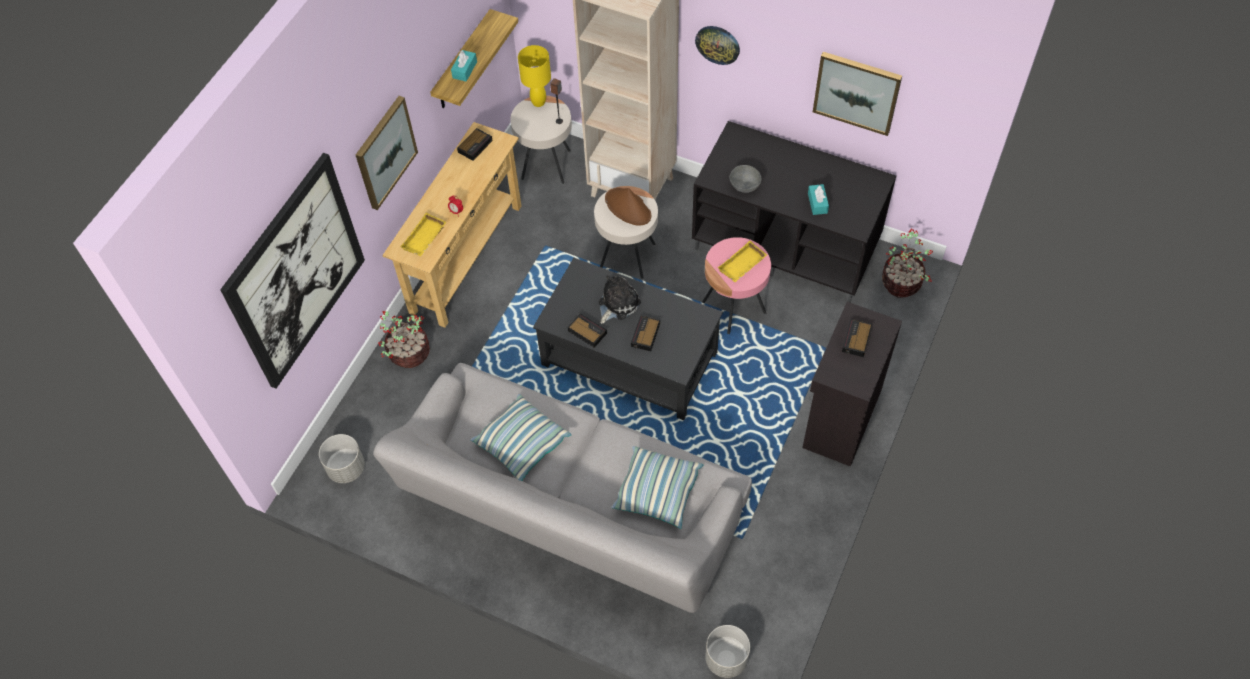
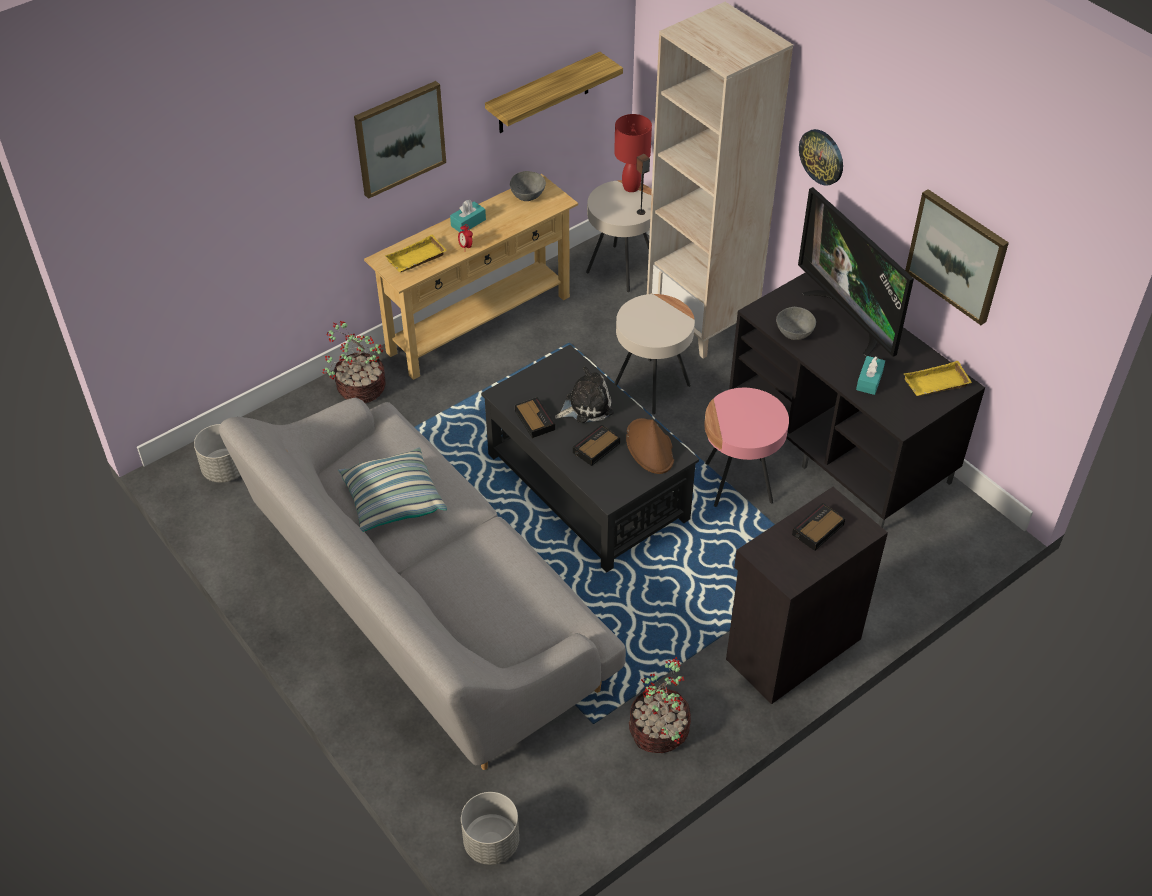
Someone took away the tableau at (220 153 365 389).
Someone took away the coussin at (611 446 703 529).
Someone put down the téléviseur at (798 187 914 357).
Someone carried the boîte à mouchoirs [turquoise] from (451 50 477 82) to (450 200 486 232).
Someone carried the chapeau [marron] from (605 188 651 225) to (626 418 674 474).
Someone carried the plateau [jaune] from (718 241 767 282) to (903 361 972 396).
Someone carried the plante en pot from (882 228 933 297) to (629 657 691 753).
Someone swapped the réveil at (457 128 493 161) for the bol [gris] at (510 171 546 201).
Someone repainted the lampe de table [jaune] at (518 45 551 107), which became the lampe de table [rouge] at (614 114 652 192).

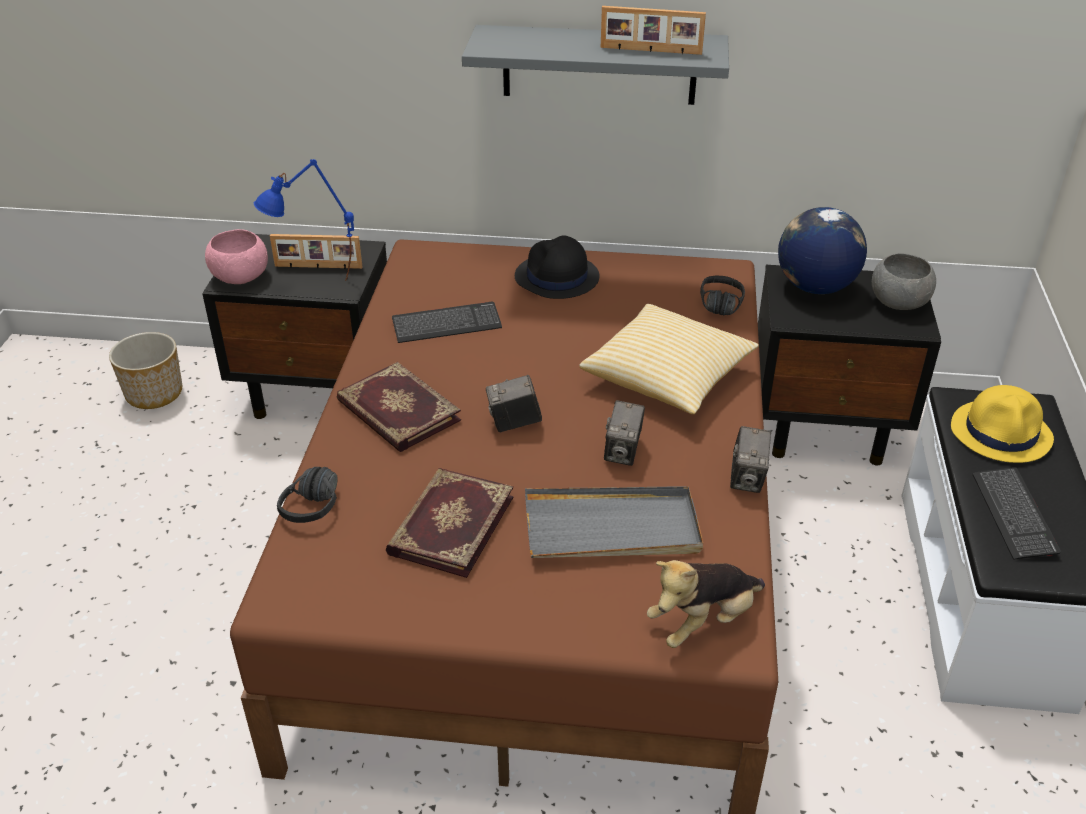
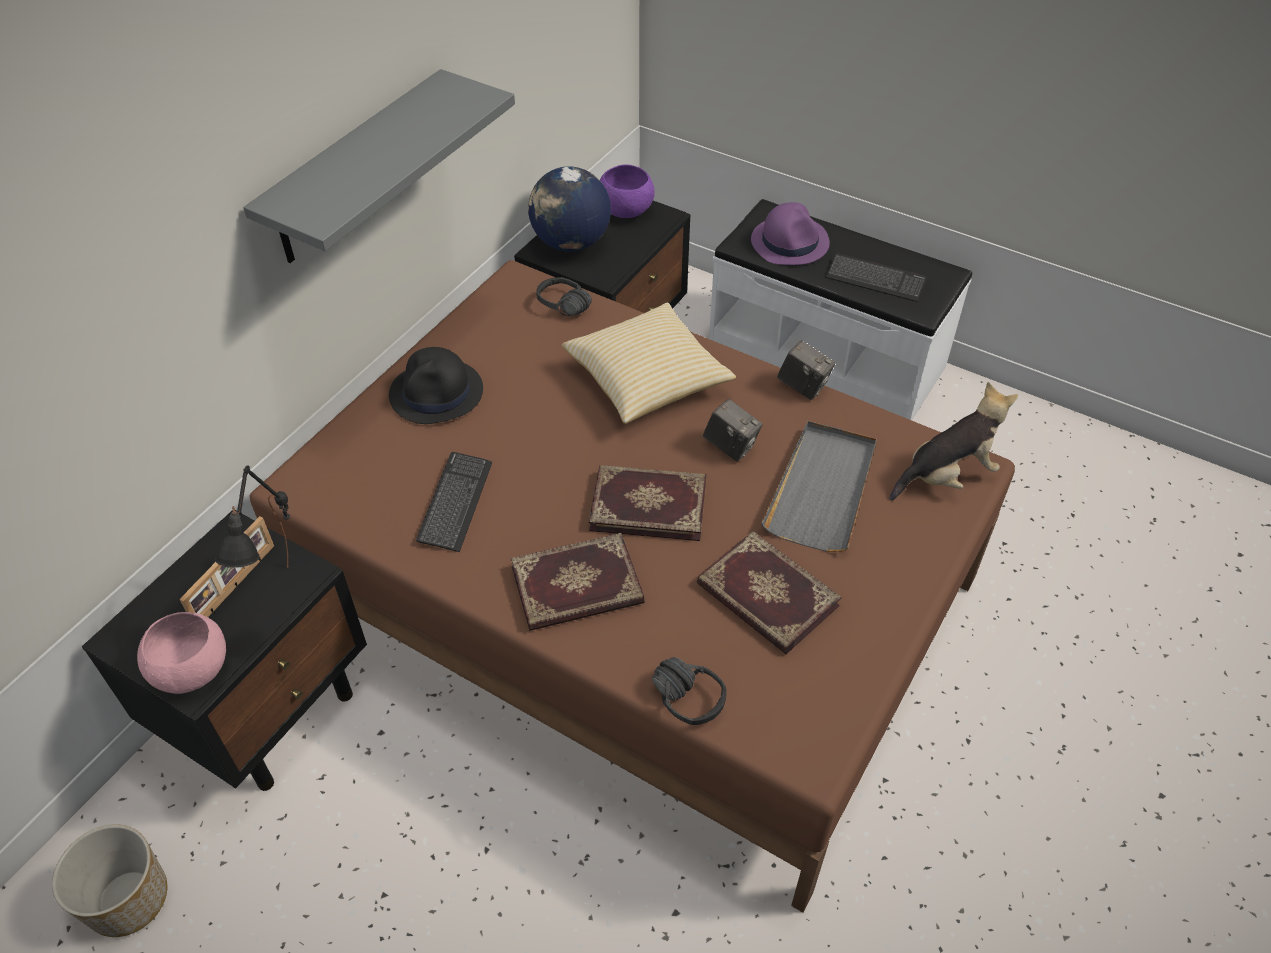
Someone took away the cadre photo at (601 6 706 55).
Someone swapped the appareil photo at (486 375 542 432) for the livre at (589 465 706 541).
Someone repainted the lampe de table [bleu] at (254 159 354 281), which became the lampe de table [noir] at (215 465 290 568).
Someone repainted the bol [gris] at (872 253 936 310), which became the bol [violet] at (600 164 654 218).
Someone repainted the chapeau [jaune] at (951 385 1054 463), which became the chapeau [violet] at (751 202 830 265).
Someone rotated the peluche at (647 560 765 648) by 105 degrees counterclockwise.

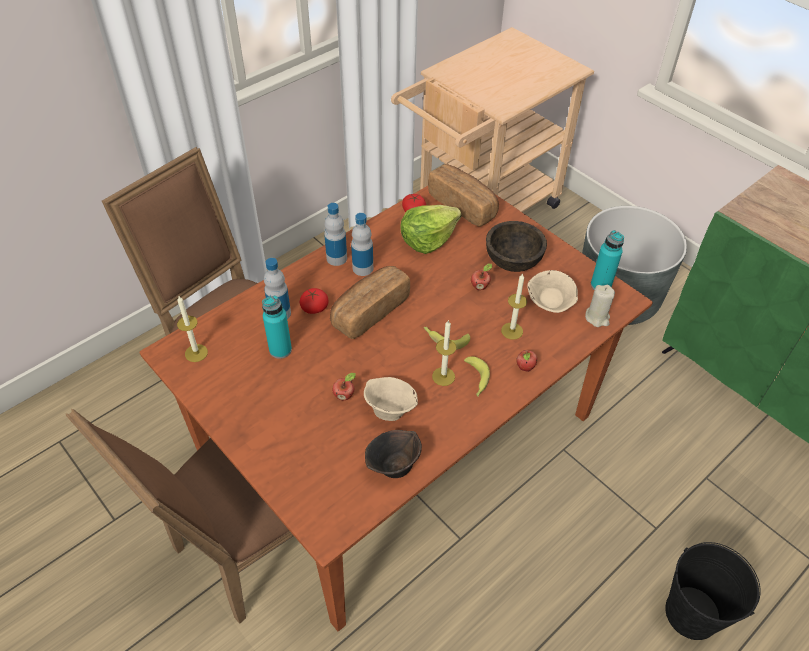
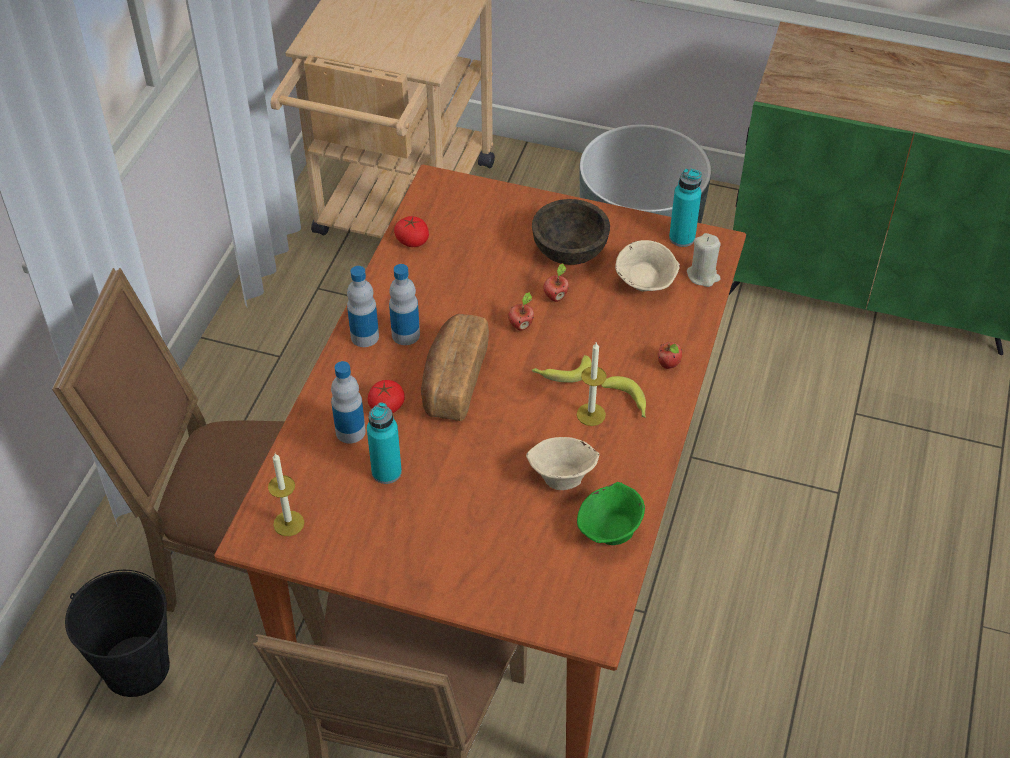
Someone took away the laitue at (401 205 461 254).
Someone took away the pain at (428 164 499 227).
Someone took away the bougie at (501 273 527 340).
Someone carried the pomme from (332 373 356 400) to (508 292 534 331).
Someone carried the seau [noir] from (665 542 761 640) to (65 570 170 697).
Someone repainted the bol [marron] at (365 430 422 478), which became the bol [vert] at (577 482 645 545).

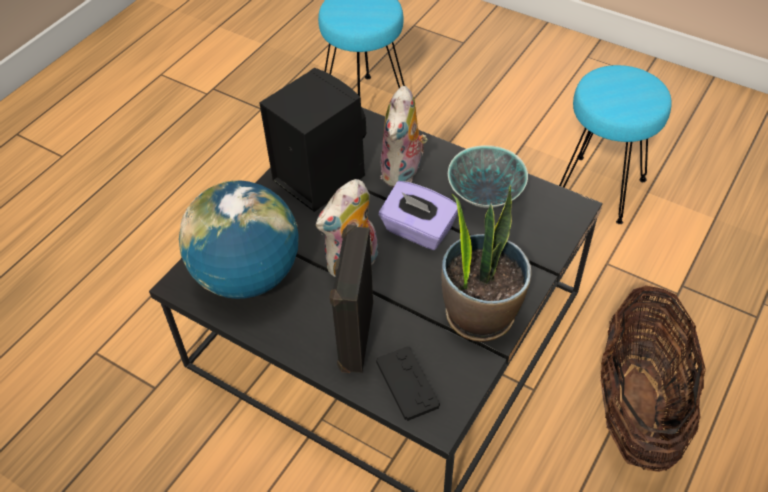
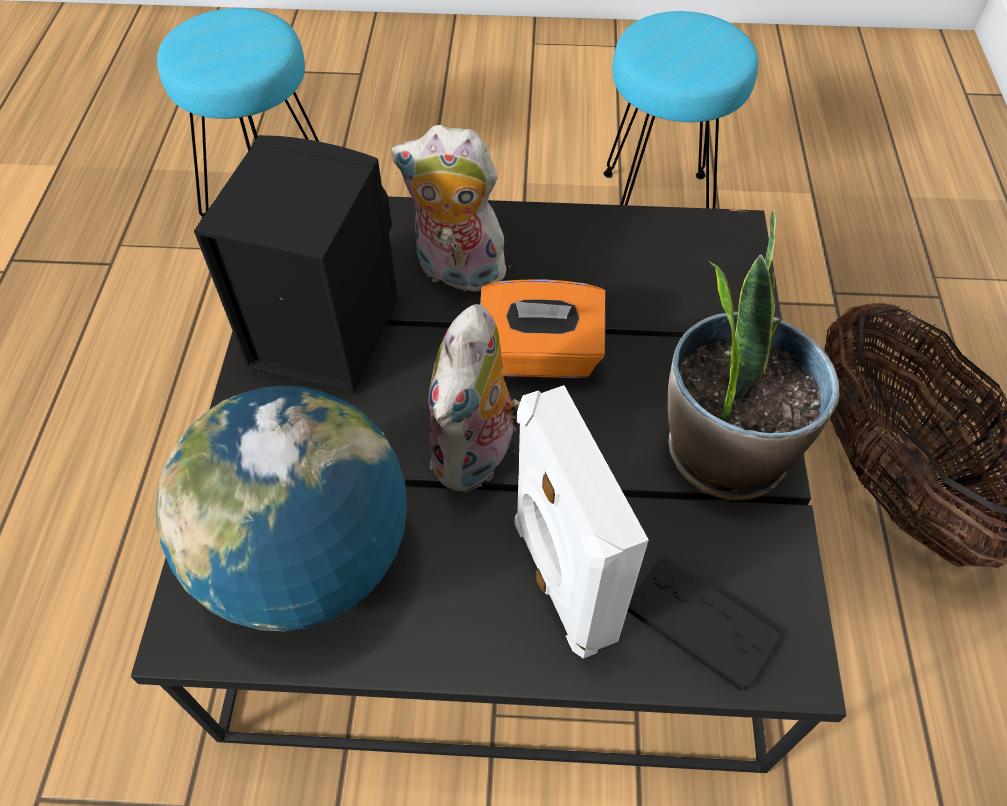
Someone took away the bol at (448 145 528 208).
Someone repainted the enceinte [noir] at (330 224 373 373), which became the enceinte [blanc] at (515 385 649 659).
Someone repainted the boîte à mouchoirs [violet] at (379 181 458 250), which became the boîte à mouchoirs [orange] at (480 279 605 378).
Someone rotated the peluche at (380 86 428 187) by 120 degrees clockwise.

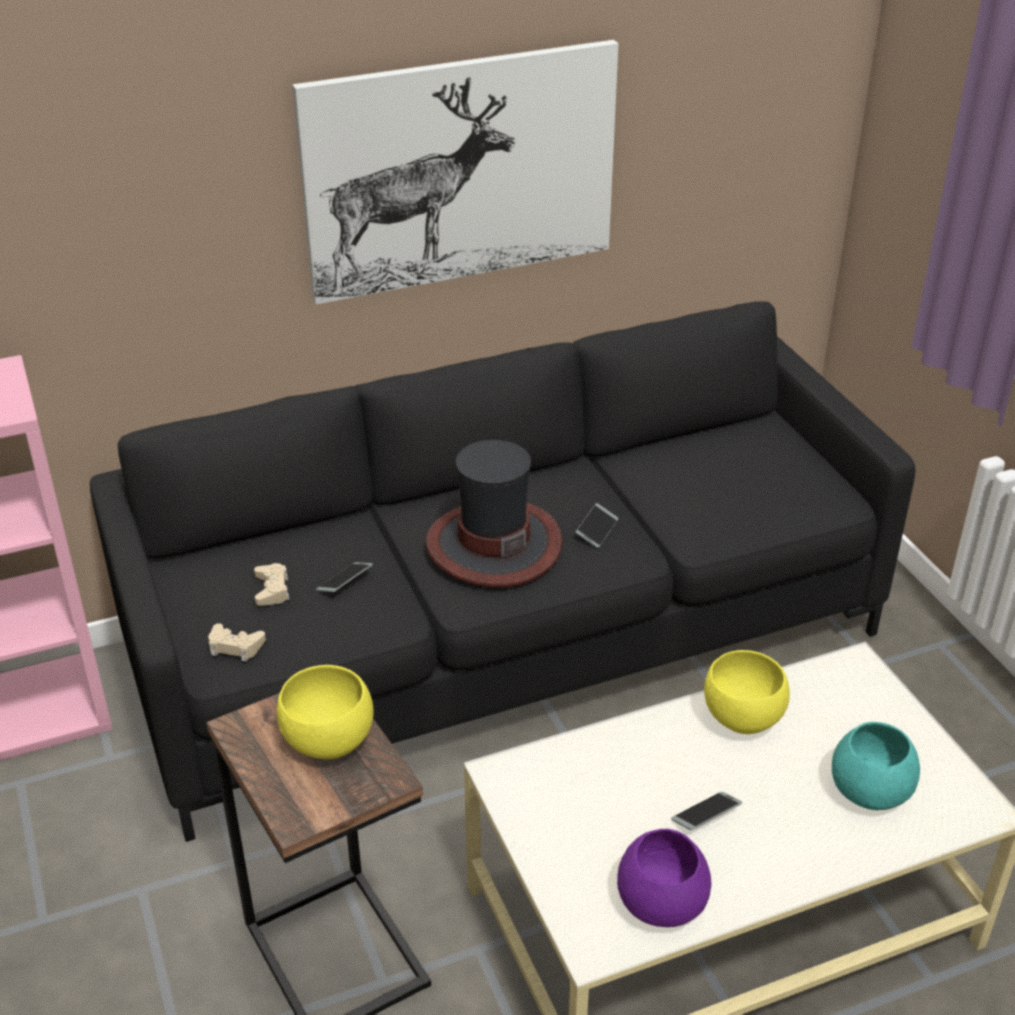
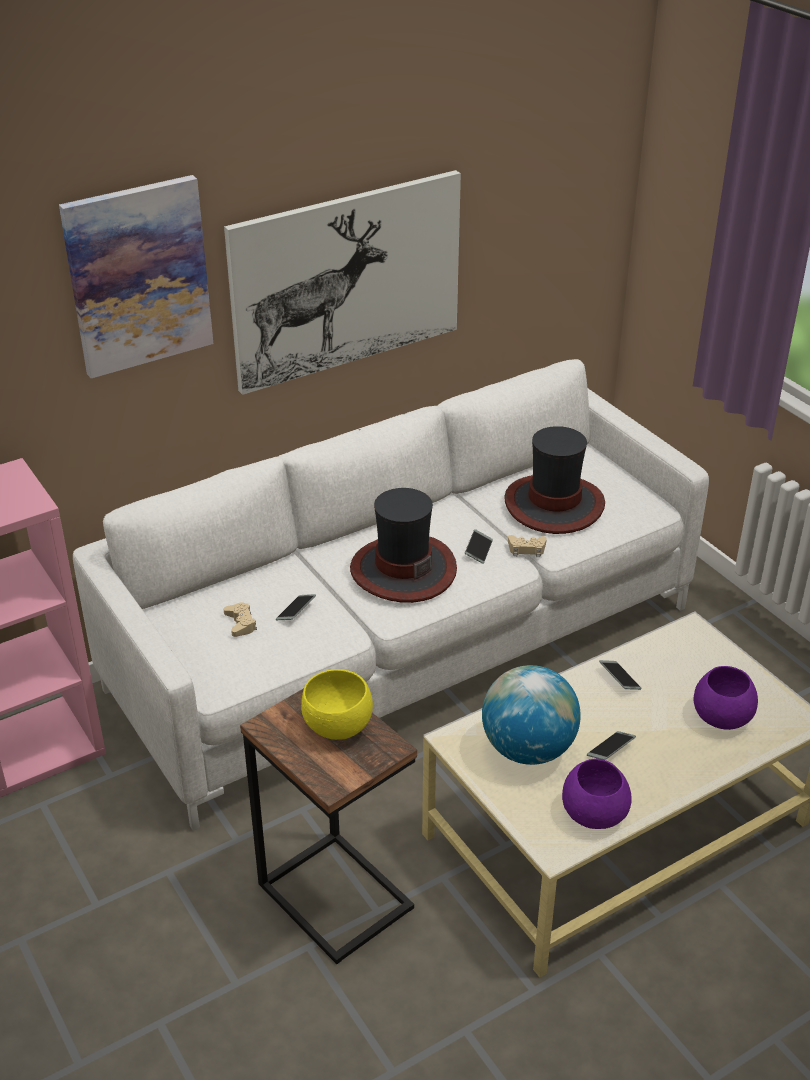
Someone put up the tableau at (59 175 214 379).
Someone put down the globe at (482 665 581 765).
Someone put down the chapeau at (504 426 605 534).
Someone carried the manette [beige] from (208 623 266 662) to (508 535 547 557).
Someone swapped the bol [jaune] at (704 650 790 734) for the téléphone at (599 660 642 690).
Someone repainted the canapé [noir] at (90 301 916 842), which became the canapé [blanc] at (73 359 709 831).
Someone repainted the bol [turquoise] at (832 722 920 810), which became the bol [violet] at (694 666 758 730).

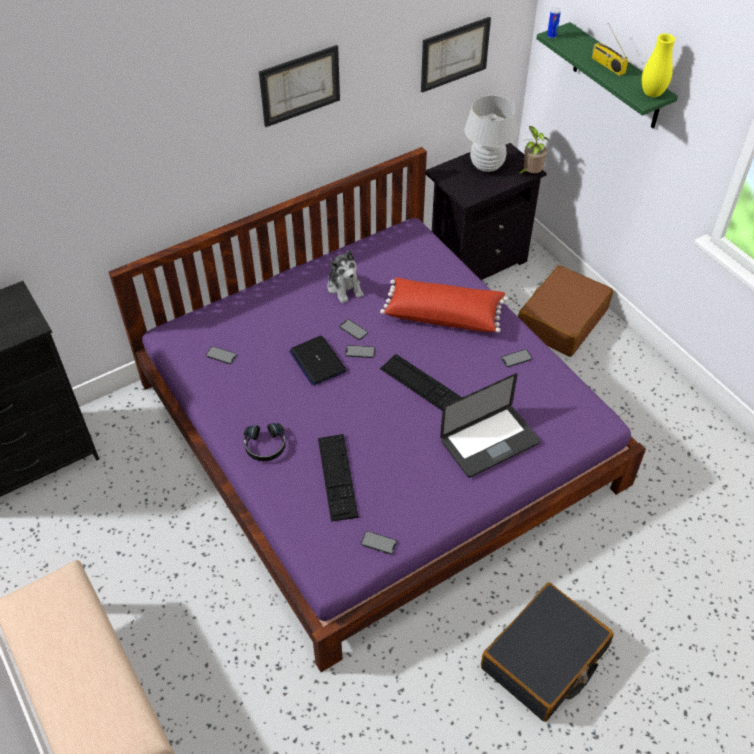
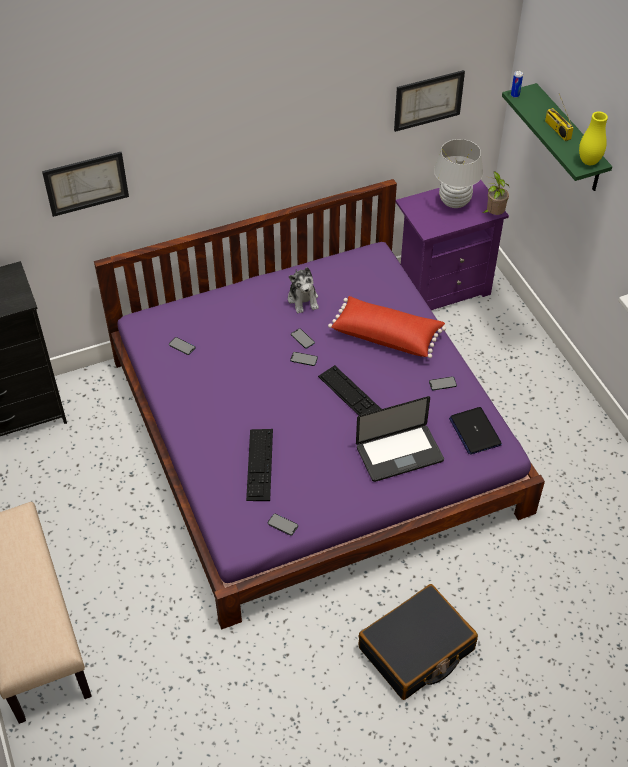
Someone took away the casque audio [noir] at (244 423 286 461).
Someone took away the valise [marron] at (518 265 613 357).
Someone carried the tableau from (259 45 340 127) to (42 152 129 217).
Someone carried the ordinateur portable from (289 336 347 385) to (449 407 502 454).
Someone repainted the table de chevet [noir] at (426 143 547 280), which became the table de chevet [violet] at (396 180 509 310).

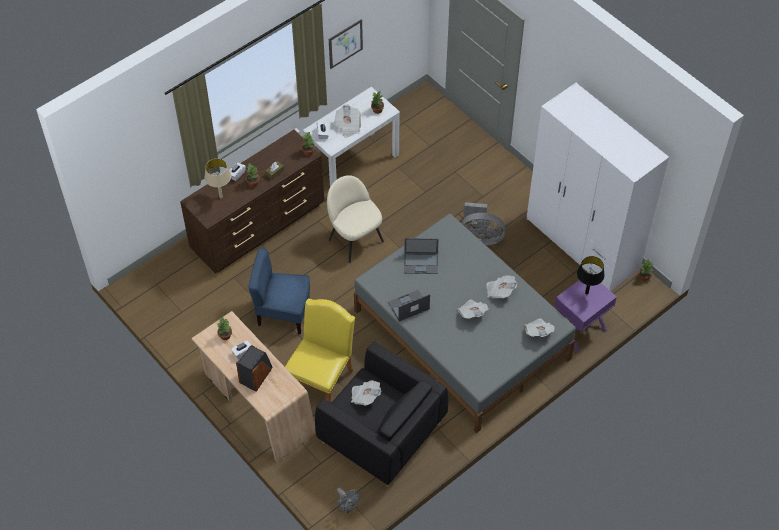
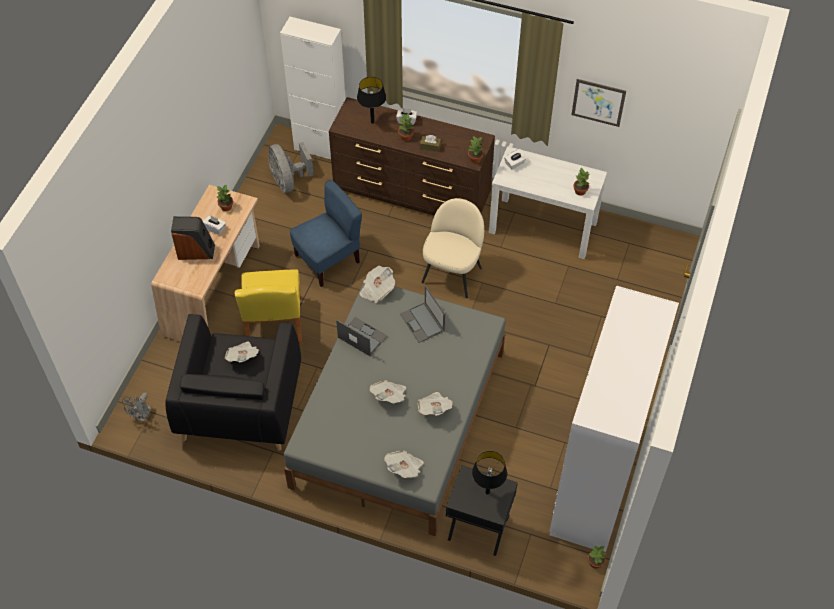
Someone put down the meuble de rangement [blanc] at (280 17 346 159).
Someone carried the journal from (334 105 361 138) to (359 266 395 303).
Someone carried the ventilateur [gris] from (461 202 506 245) to (268 142 314 193).
Someone repainted the lampe de table [beige] at (204 159 231 198), which became the lampe de table [noir] at (357 77 386 124).
Someone repainted the table de chevet [violet] at (554 280 617 353), which became the table de chevet [noir] at (446 465 518 556).
Someone rotated the chaise [bleu] at (248 247 310 334) by 75 degrees clockwise.
Someone rotated the chaise [jaune] at (285 298 355 403) by 90 degrees clockwise.

